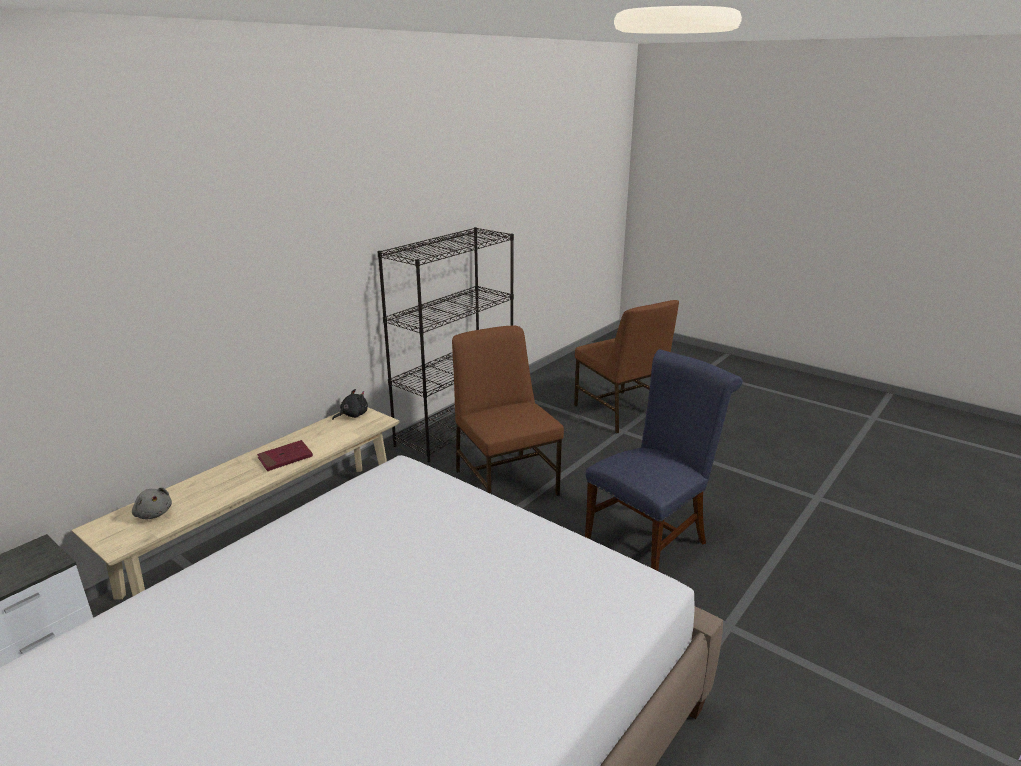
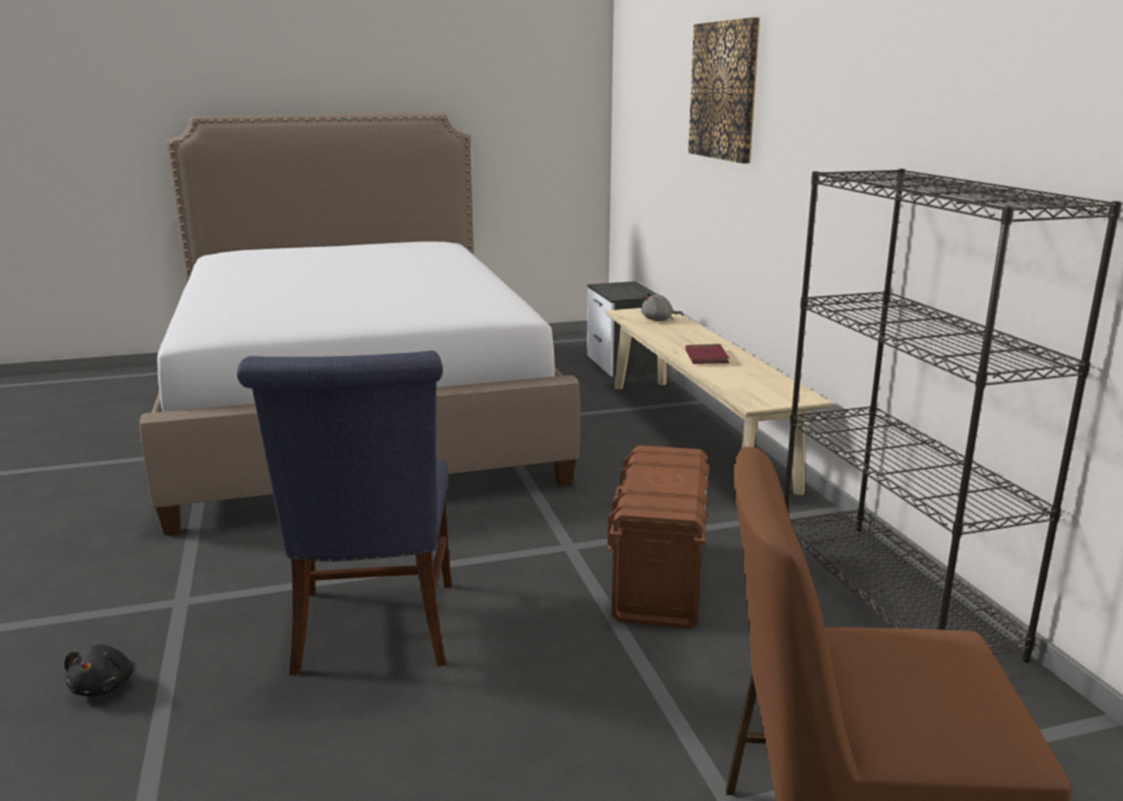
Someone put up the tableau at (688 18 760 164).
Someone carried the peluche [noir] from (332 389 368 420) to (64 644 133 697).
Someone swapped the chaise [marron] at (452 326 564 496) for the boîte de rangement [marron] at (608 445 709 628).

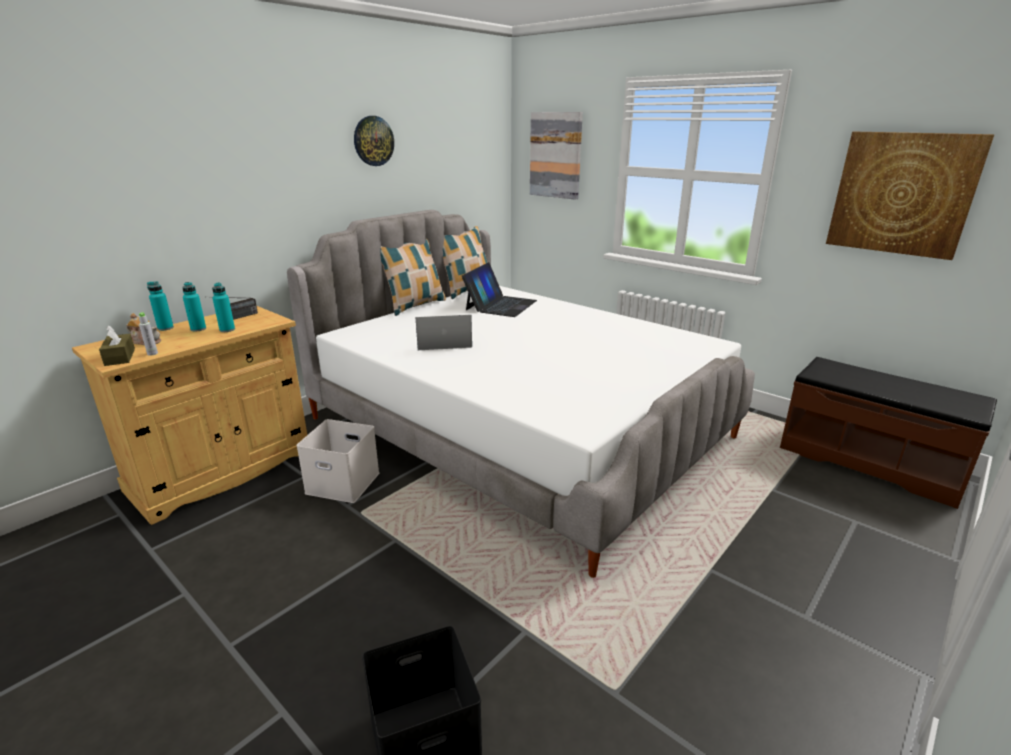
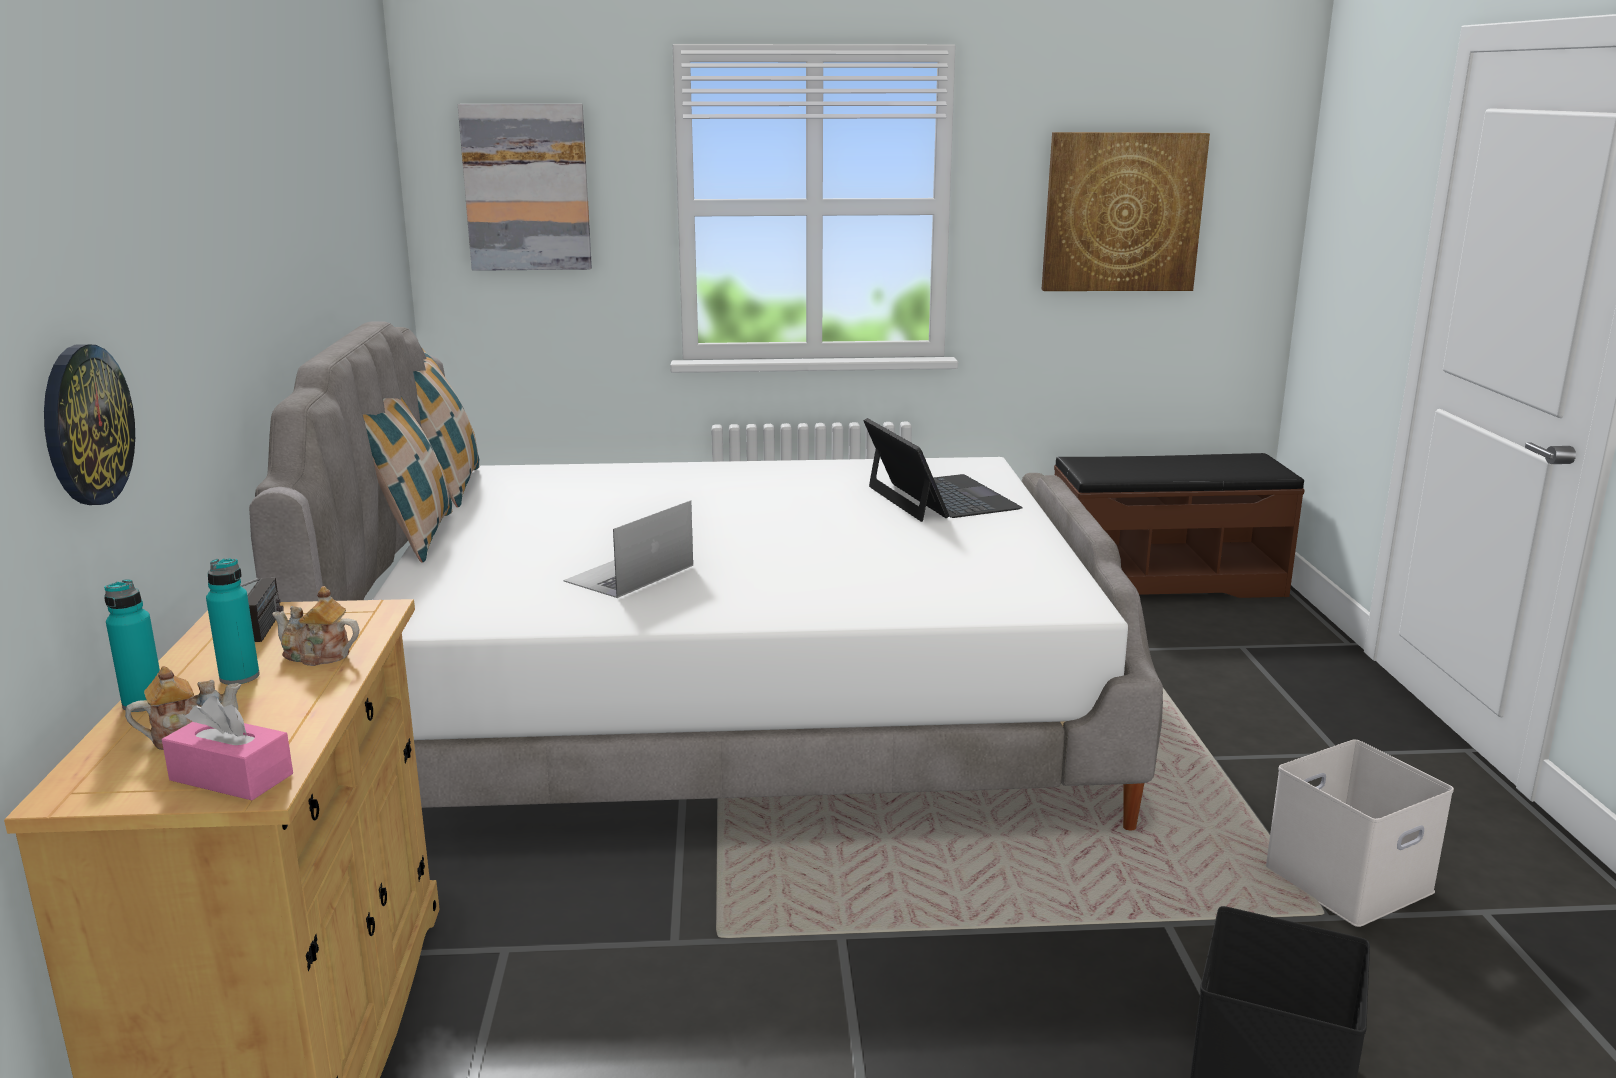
Someone took away the bouteille [gris] at (139 312 158 356).
Someone carried the boîte de rangement [blanc] from (296 419 380 503) to (1266 739 1454 927).
Someone carried the horloge murale from (354 116 394 166) to (44 344 135 505).
Someone carried the ordinateur portable from (462 262 537 317) to (863 418 1023 522).
Someone swapped the bouteille [turquoise] at (212 283 235 332) for the théière at (272 586 359 666).
Someone repainted the boîte à mouchoirs [marron] at (99 325 135 366), which became the boîte à mouchoirs [rose] at (162 696 293 800).

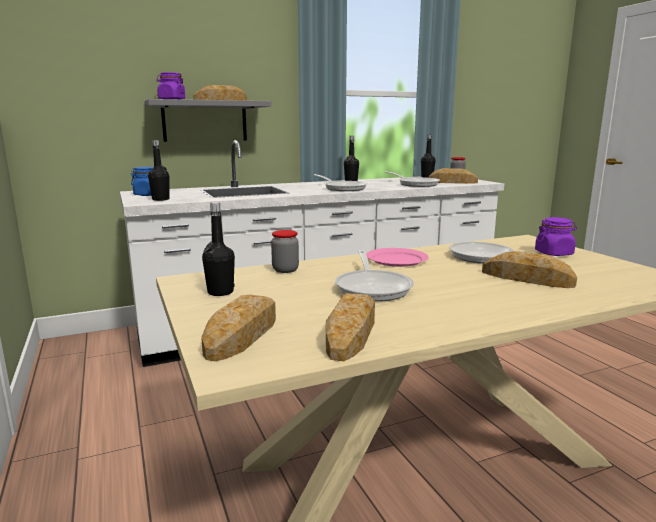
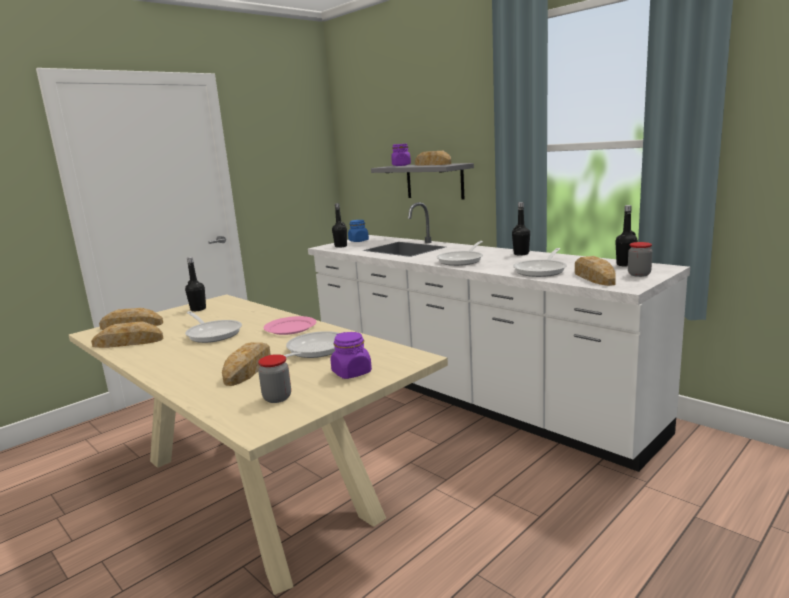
Someone carried the bocal from (271 230 299 273) to (258 354 291 403).
Someone rotated the poêle at (335 250 414 302) by 105 degrees counterclockwise.

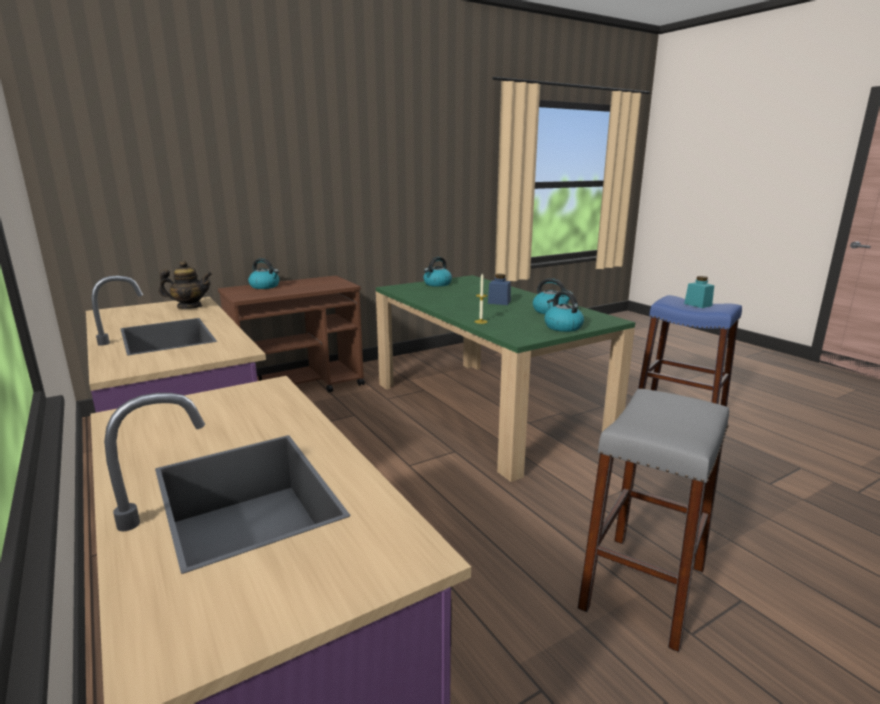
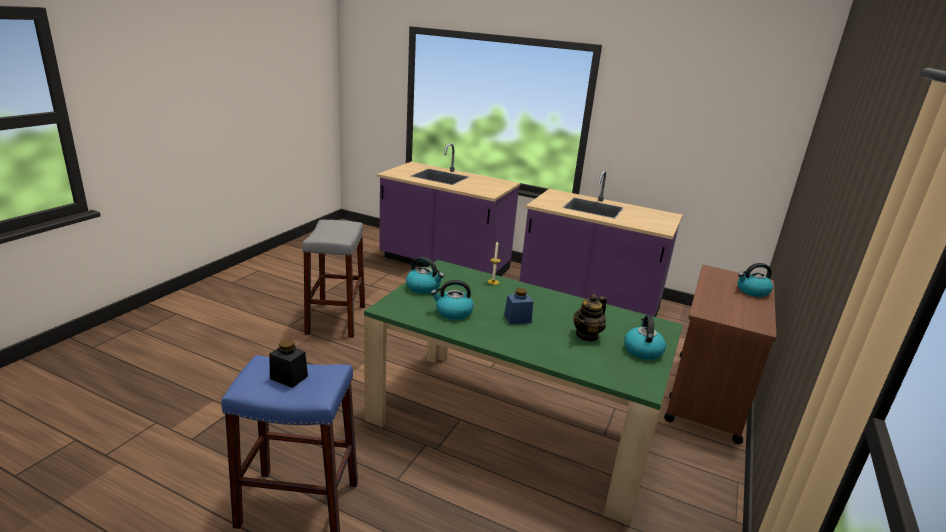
Someone carried the théière from (159 260 212 309) to (573 294 607 342).
Someone repainted the bocal [turquoise] at (684 276 714 308), which became the bocal [noir] at (269 339 308 388).

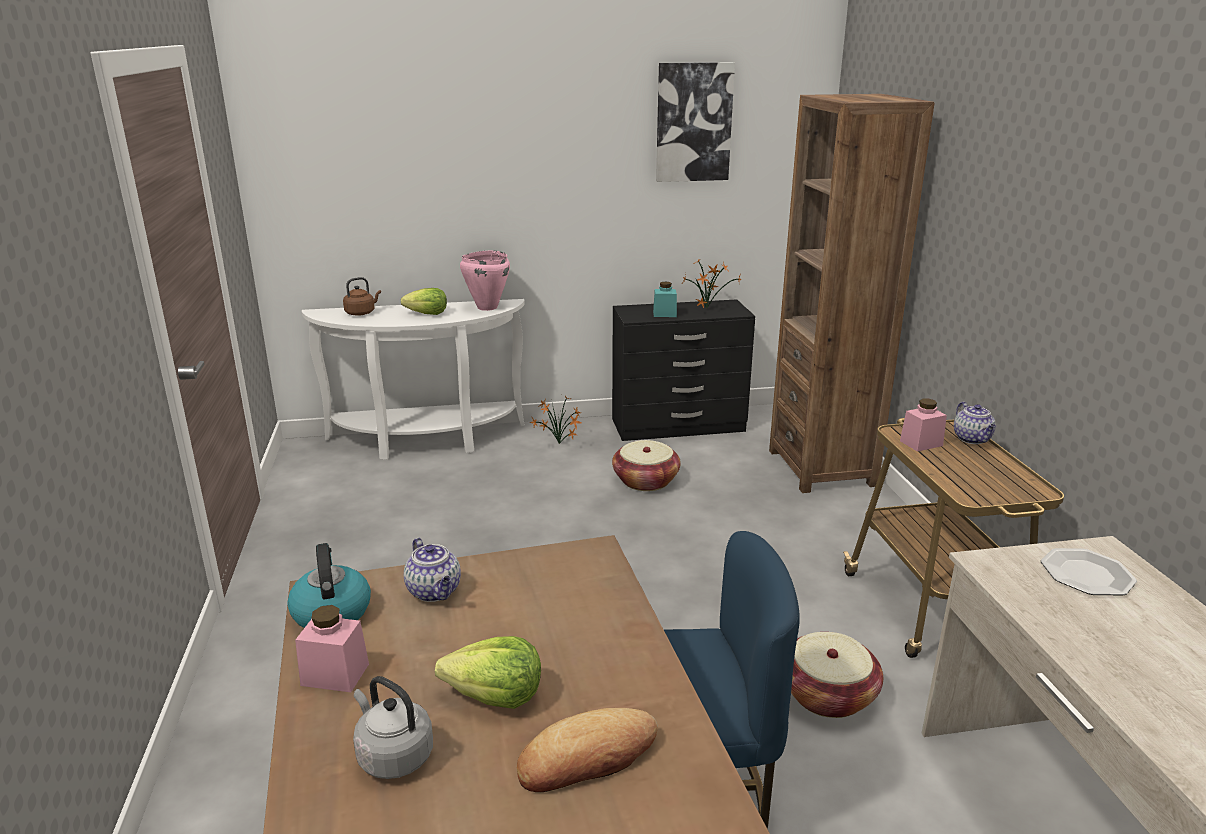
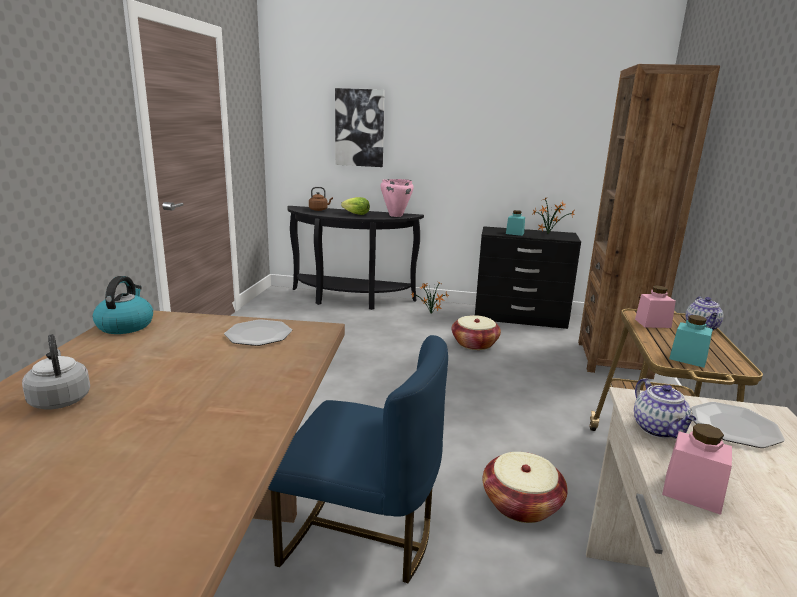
Someone took away the laitue at (435 636 541 709).
Someone took away the pain at (517 708 658 792).
Someone put down the assiette at (224 319 292 346).
Someone put down the bocal [turquoise] at (669 315 713 368).
Someone carried the bocal [rose] from (295 605 369 692) to (662 423 732 515).
Someone carried the théière from (404 538 461 602) to (634 378 697 438).
Someone carried the tableau from (656 62 735 182) to (335 88 385 167).
Someone repainted the table console [blanc] at (302 299 525 460), which became the table console [noir] at (288 206 424 310).

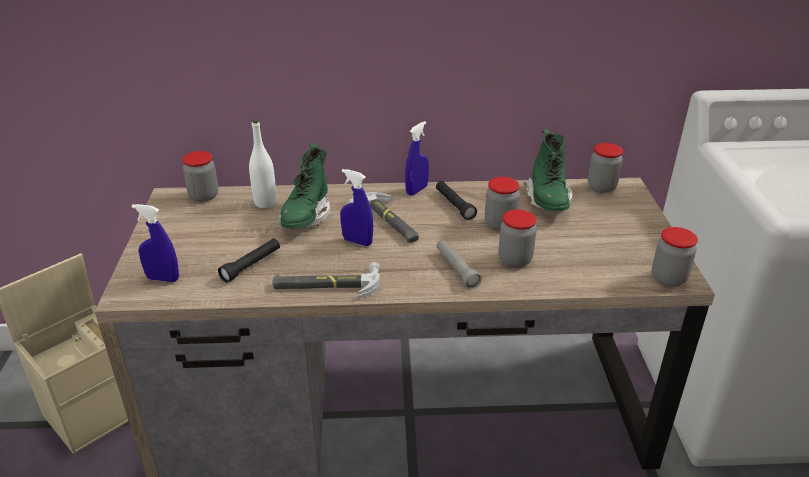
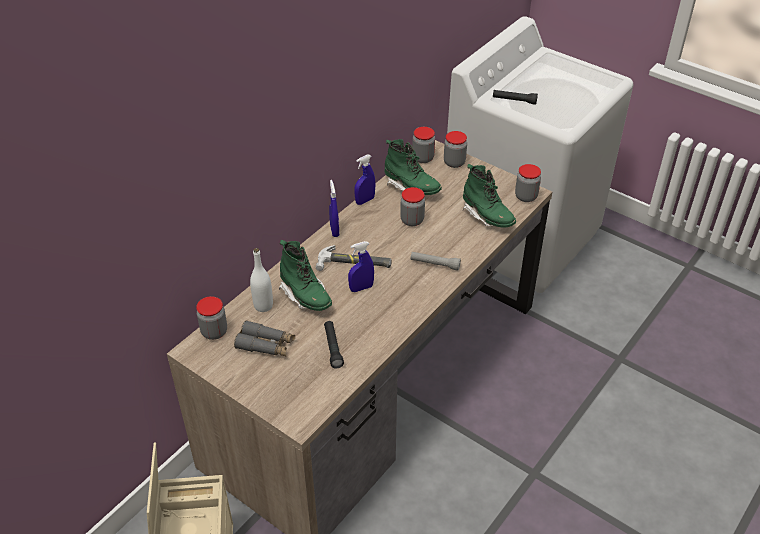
Someone took away the marteau at (272 262 380 298).
Someone put down the jumelles [gris] at (234 320 295 357).
Someone put down the botte [vert] at (462 164 516 228).
Someone carried the vaporisateur [bleu] from (132 204 179 282) to (354 154 376 205).
Someone carried the lampe de poche [noir] from (436 181 477 220) to (493 90 538 105).
Someone carried the bocal from (499 209 537 267) to (444 131 467 168).

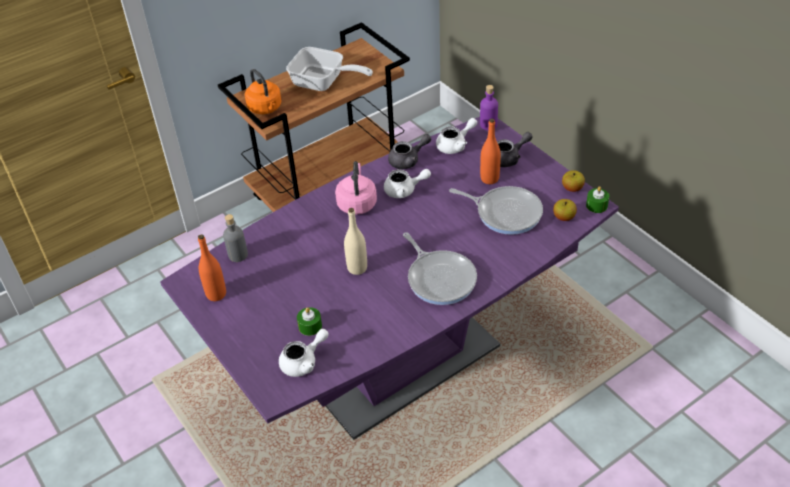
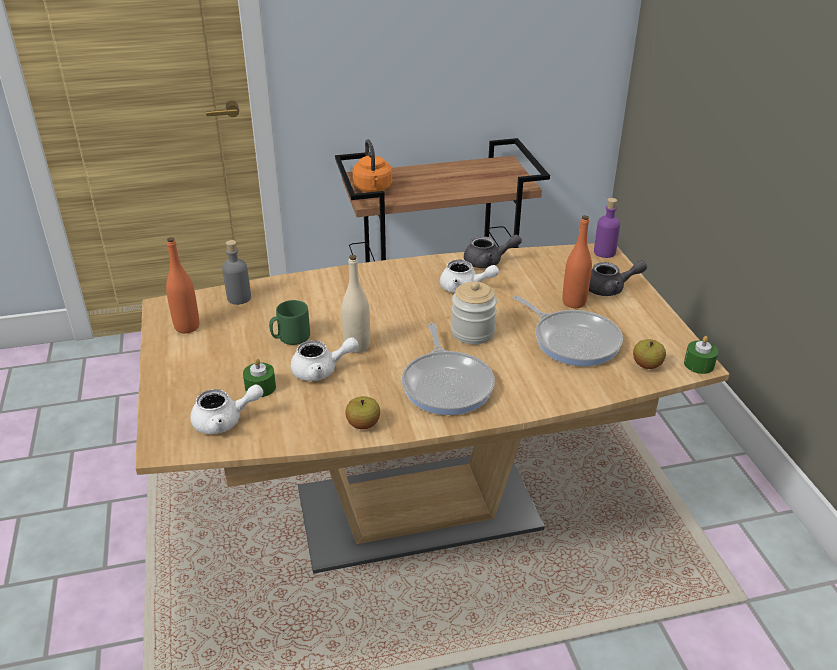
Someone took away the poêle at (286 47 373 91).
Someone took away the bouilloire [rose] at (335 161 377 215).
Someone put down the mug [vert] at (269 300 310 345).
Someone put down the bocal at (451 281 497 344).
Someone carried the théière [blanc] from (436 118 477 154) to (290 337 359 381).
Someone carried the pomme from (562 170 585 192) to (345 396 380 429).
Someone repainted the table à manger [violet] at (160 117 619 440), which became the table à manger [marron] at (135 243 730 574).

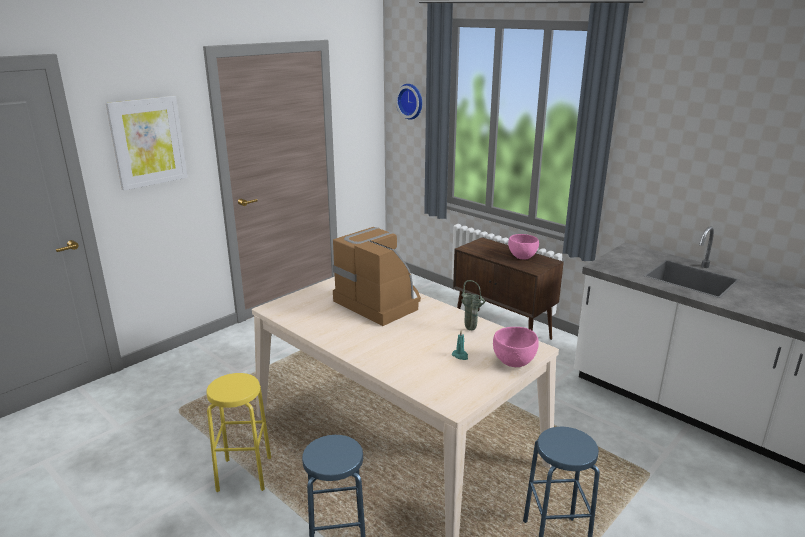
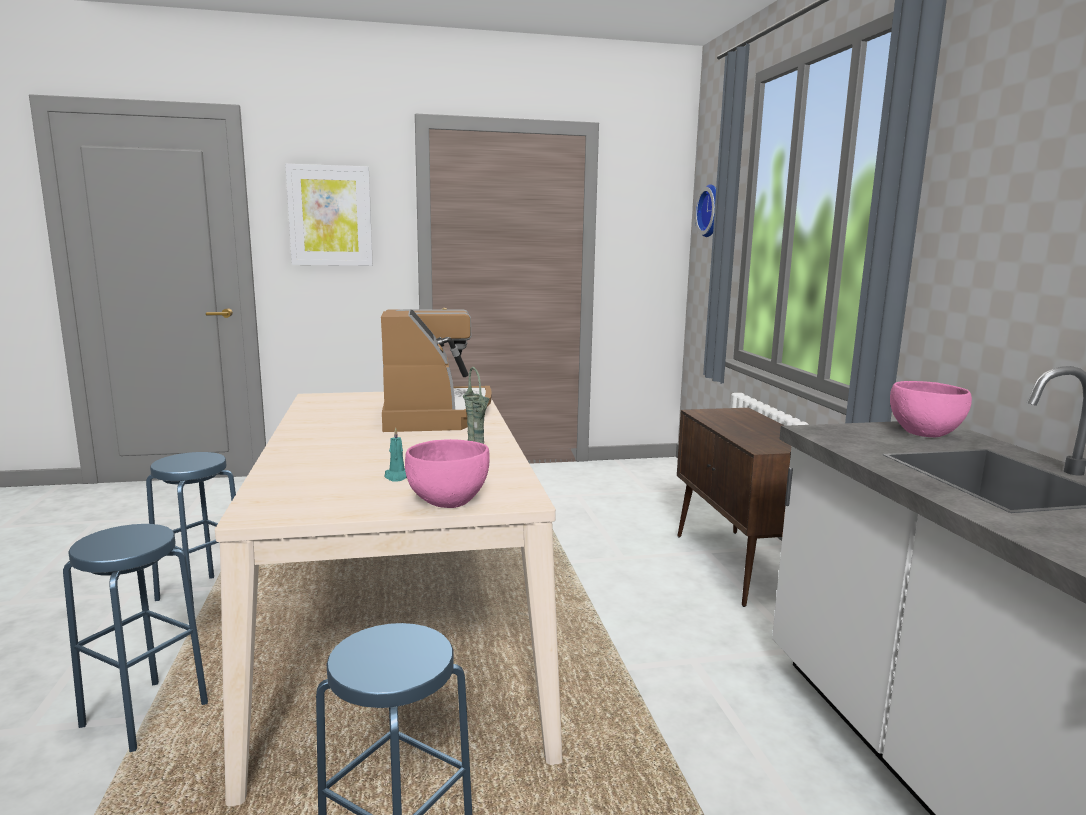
Someone carried the bol [rose] from (508 234 539 260) to (890 381 972 437).
Someone repainted the tabouret [jaune] at (206 373 271 492), which became the tabouret [bleu] at (146 452 236 613).

